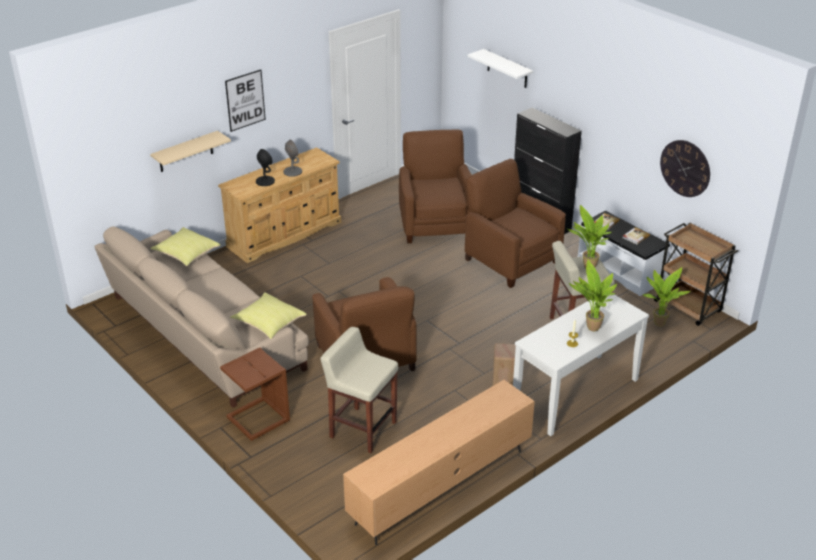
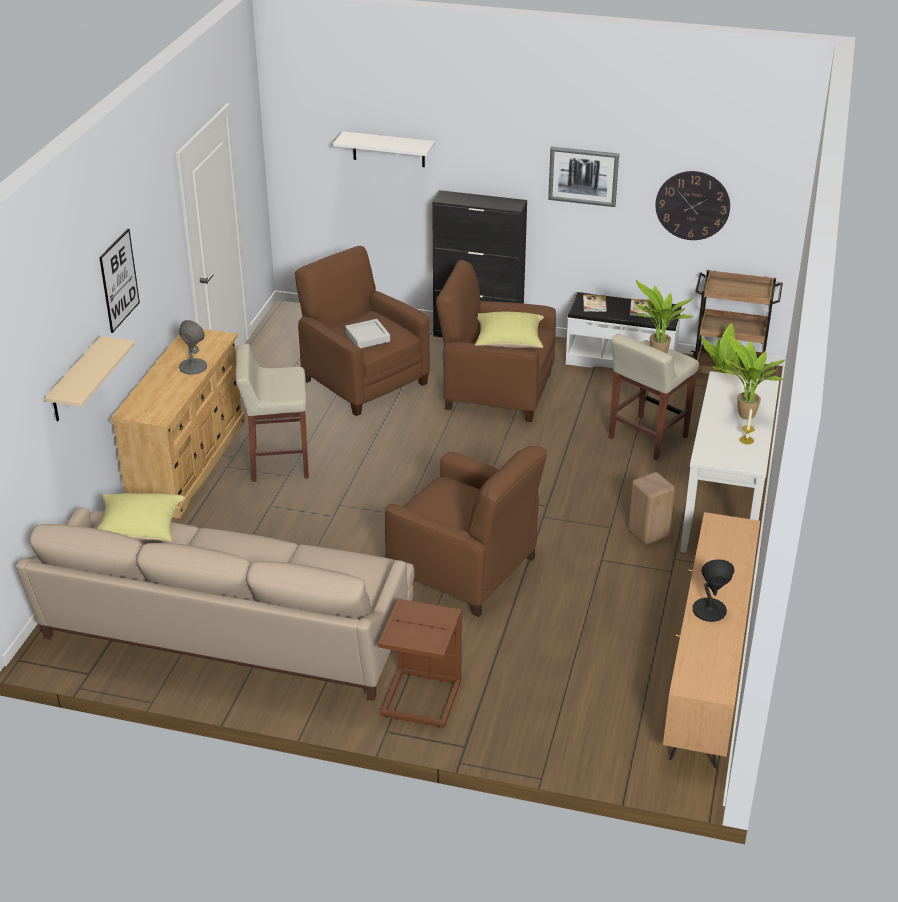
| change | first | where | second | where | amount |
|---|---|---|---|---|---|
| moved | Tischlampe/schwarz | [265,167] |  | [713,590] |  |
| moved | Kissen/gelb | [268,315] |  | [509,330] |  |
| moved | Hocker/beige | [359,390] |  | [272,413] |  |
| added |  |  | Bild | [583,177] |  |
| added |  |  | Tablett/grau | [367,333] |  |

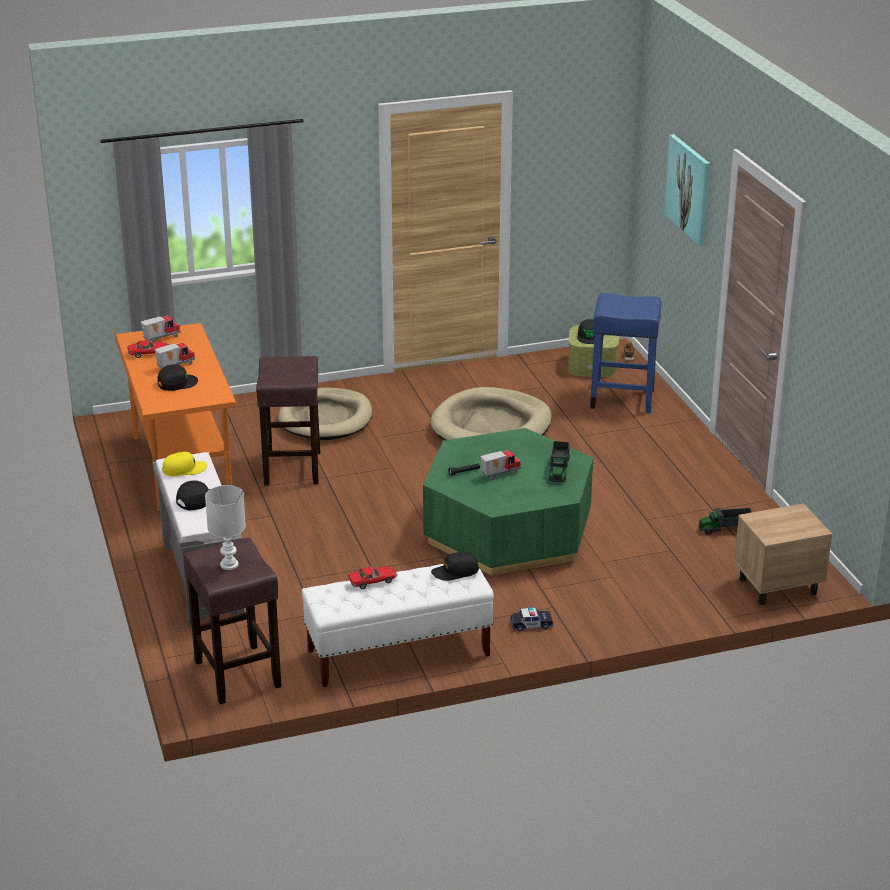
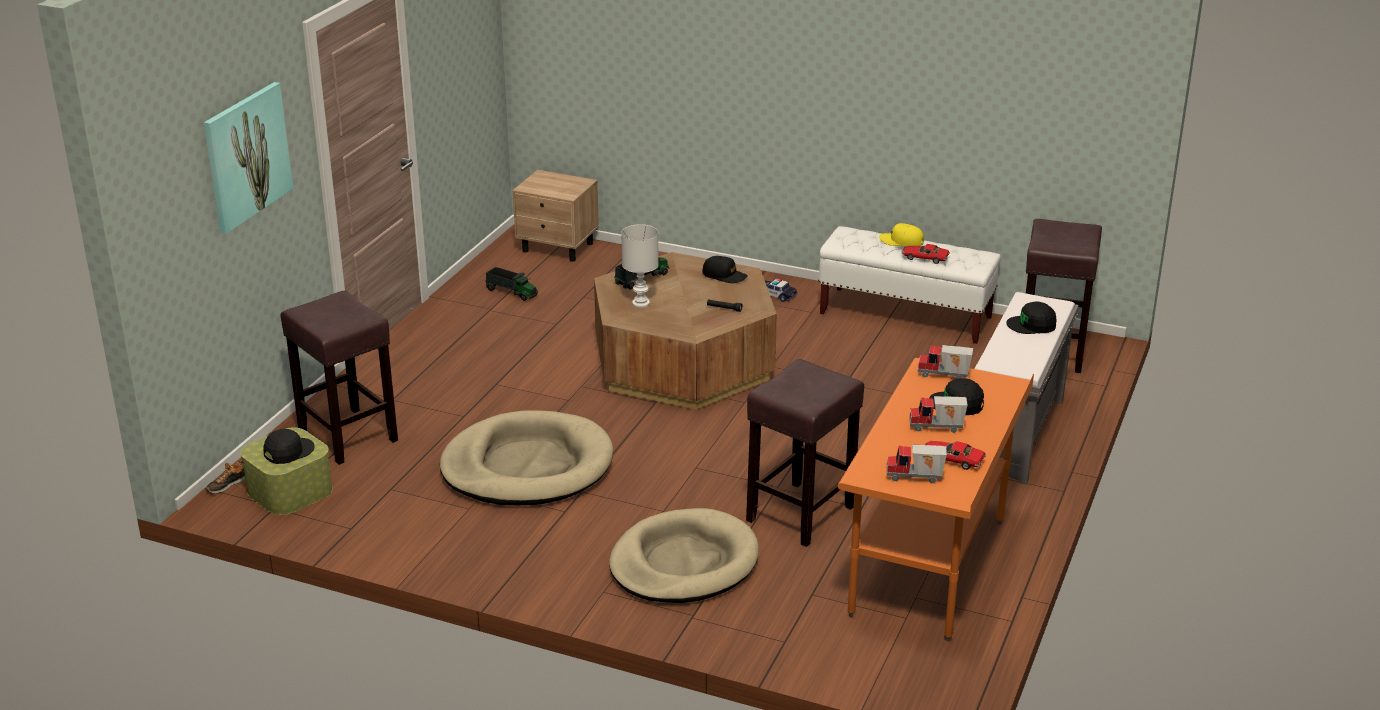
| change | first | where | second | where | amount |
|---|---|---|---|---|---|
| recoloured | Hocker/blau | [625,353] | Hocker/braun | [339,377] |  |
| recoloured | Couchtisch/grün | [508,502] | Couchtisch/braun | [685,331] |  |
| moved | Spielzeuglaster | [500,465] |  | [945,362] |  |
| moved | Kappe/gelb | [185,464] |  | [901,235] |  |
| moved | Tischlampe/weiß | [225,527] |  | [640,266] |  |
| moved | Kappe/schwarz | [455,566] |  | [725,269] |  |

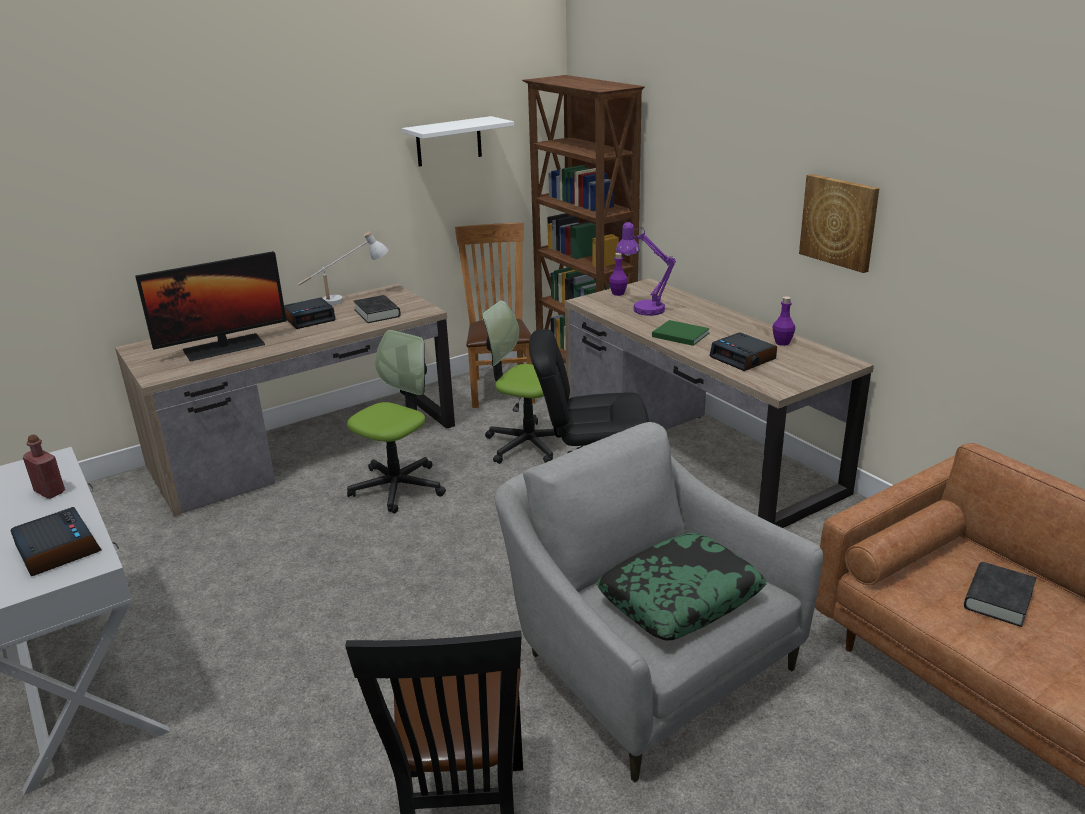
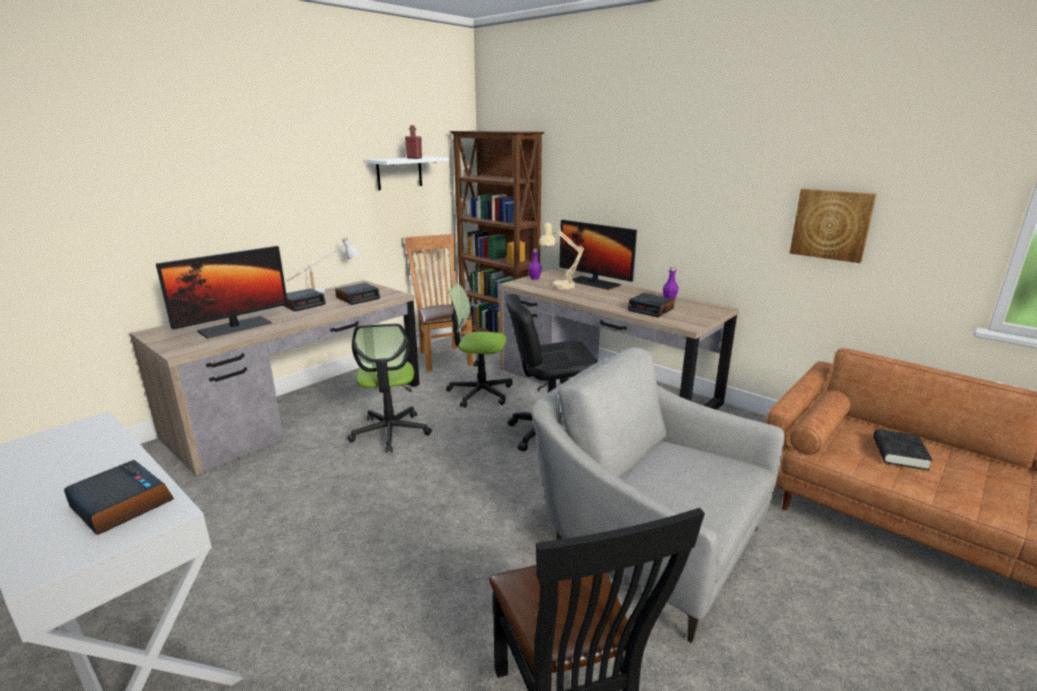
| change | first | where | second | where | amount |
|---|---|---|---|---|---|
| moved | Bild | [839,223] |  | [833,226] |  |
| recoloured | Tischlampe/lila | [646,269] | Tischlampe/beige | [561,256] |  |
| replaced | Buch/schwarz | [377,309] | Wecker | [357,294] |  |
| removed | Buch/grün | [681,333] |  |  |  |
| turned | Bürostuhl | [396,422] |  | [389,388] | 150 degrees clockwise |
| moved | Flasche/rot | [44,466] |  | [413,142] |  |
| removed | Kissen | [681,586] |  |  |  |
| added |  |  | Monitor | [598,255] |  |

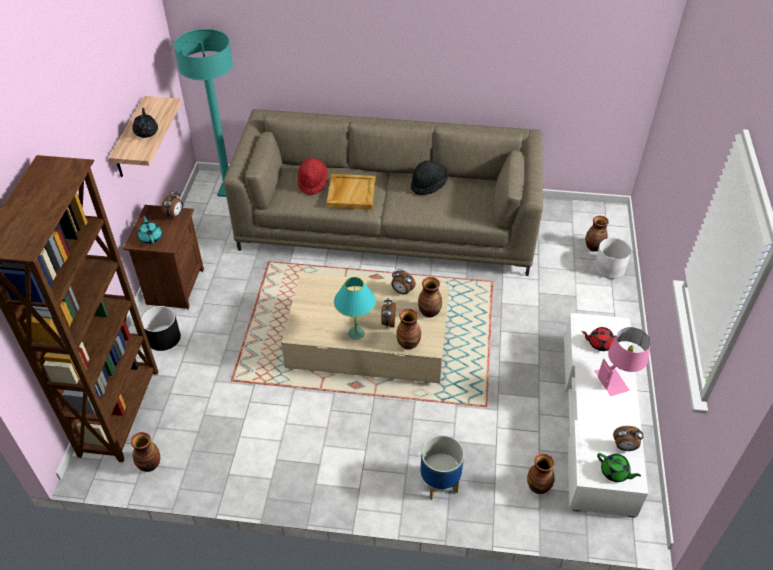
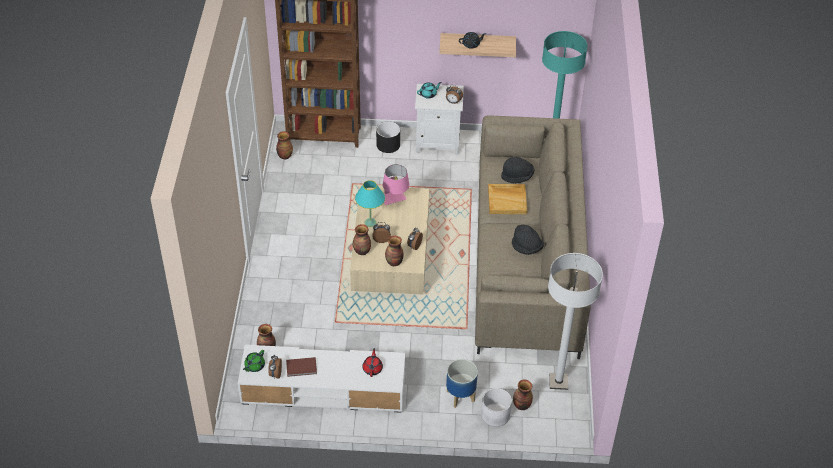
| change | first | where | second | where | amount |
|---|---|---|---|---|---|
| recoloured | Hut/rot | [313,176] | Hut/schwarz | [517,170] |  |
| recoloured | Nachttisch/braun | [163,257] | Nachttisch/weiß | [439,119] |  |
| moved | Tischlampe/rosa | [622,361] |  | [396,184] |  |
| moved | Pflanzkübel | [442,467] |  | [462,383] |  |
| added |  |  | Stehlampe/weiß | [575,321] |  |
| added |  |  | Buch/braun | [301,367] |  |

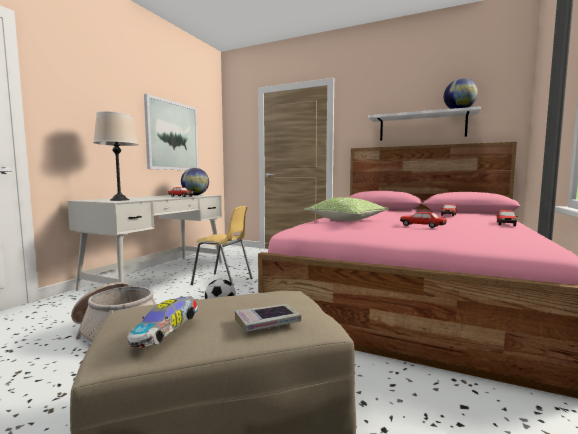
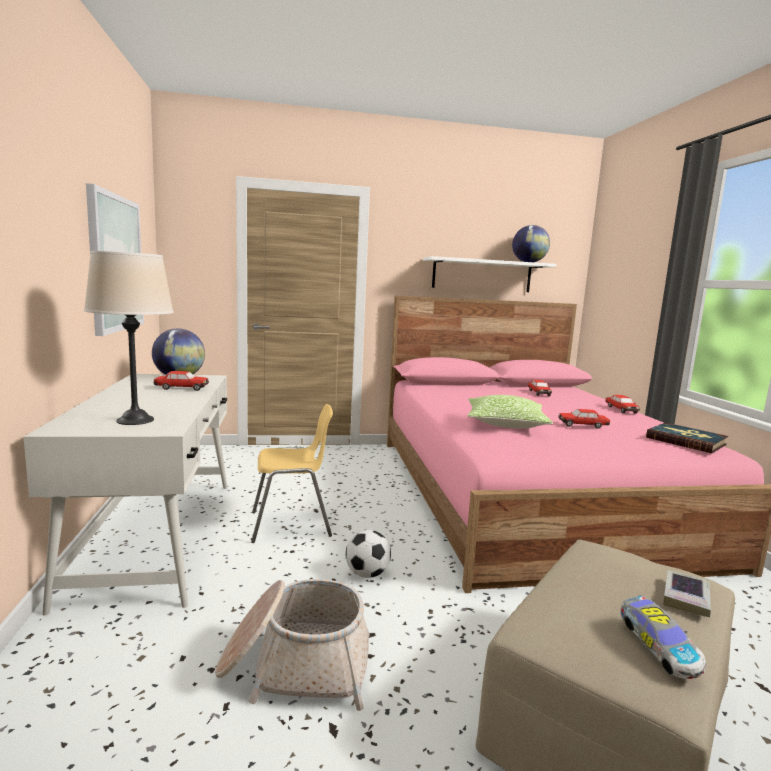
| change | first | where | second | where | amount |
|---|---|---|---|---|---|
| added |  |  | Buch | [687,438] |  |

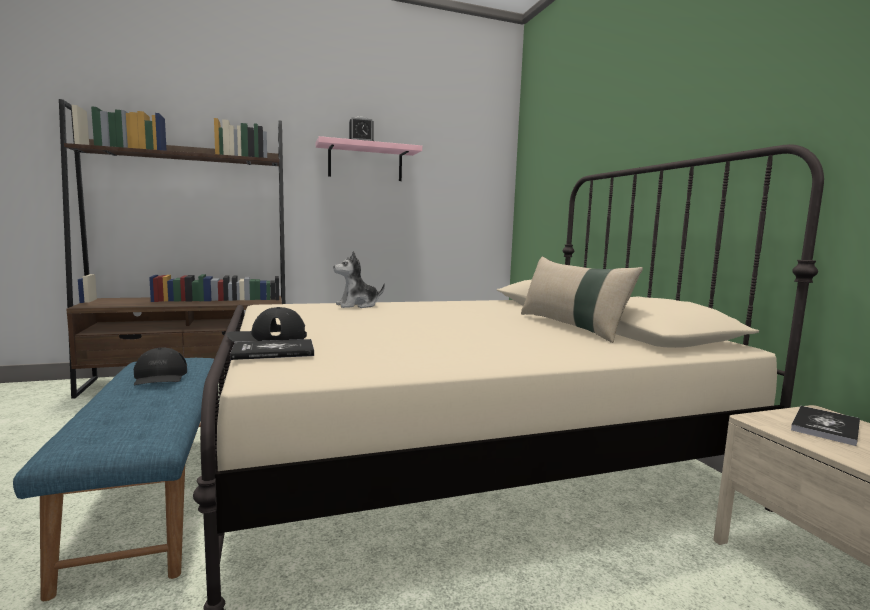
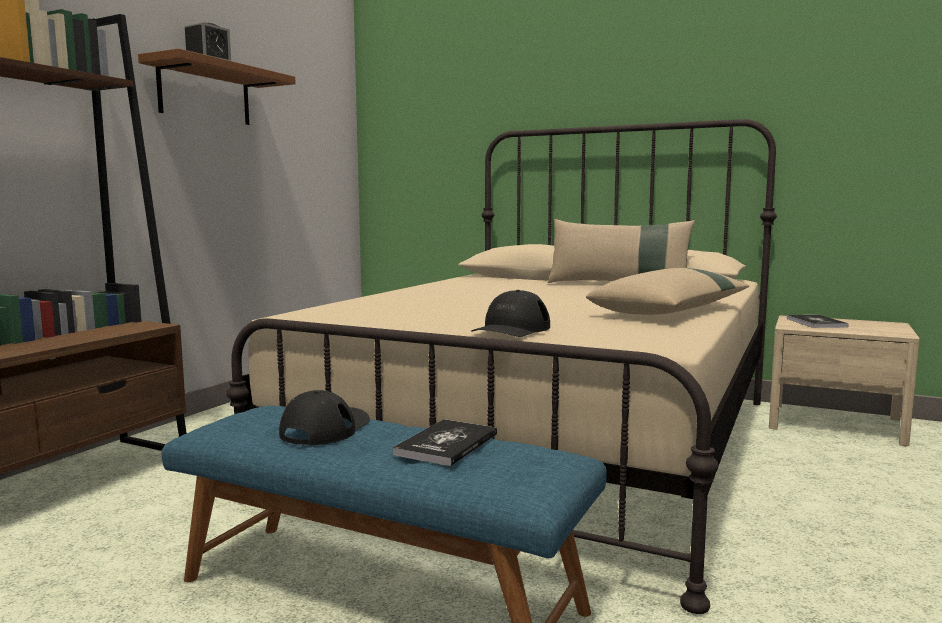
| change | first | where | second | where | amount |
|---|---|---|---|---|---|
| recoloured | Wandregal/rosa | [369,158] | Wandregal/braun | [217,86] |  |
| removed | Plüschtier | [359,279] |  |  |  |
| moved | Buch | [272,349] |  | [444,442] |  |
| turned | Kappe/schwarz | [160,366] |  | [324,417] | 90 degrees counterclockwise |
| added |  |  | Kissen/beige | [667,291] |  |

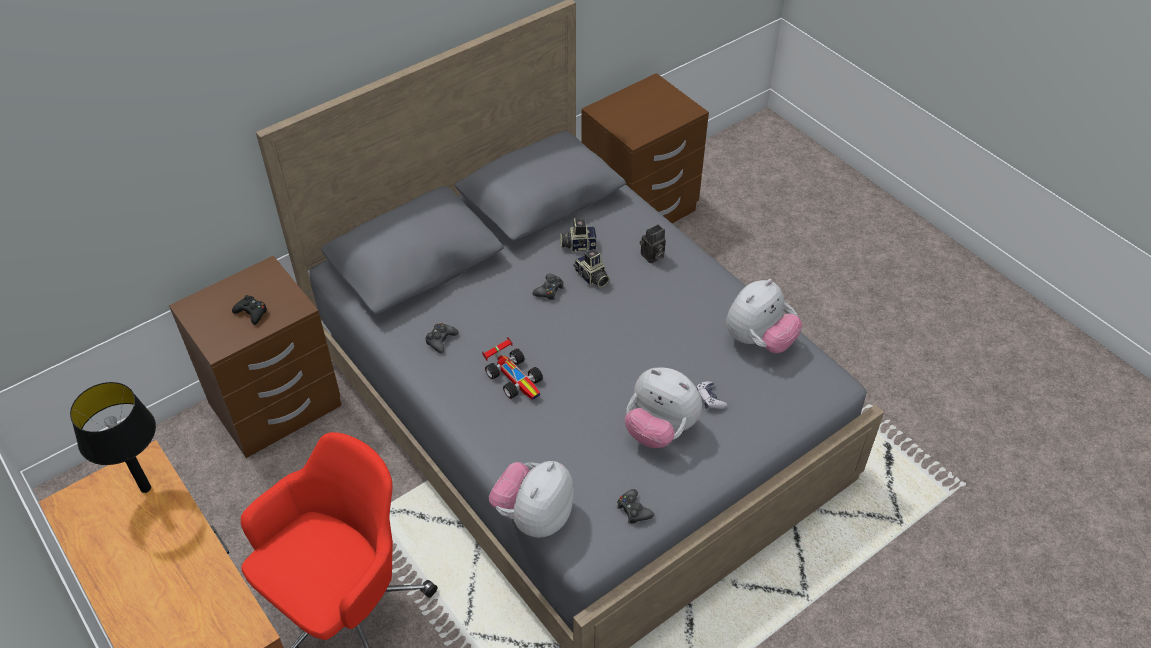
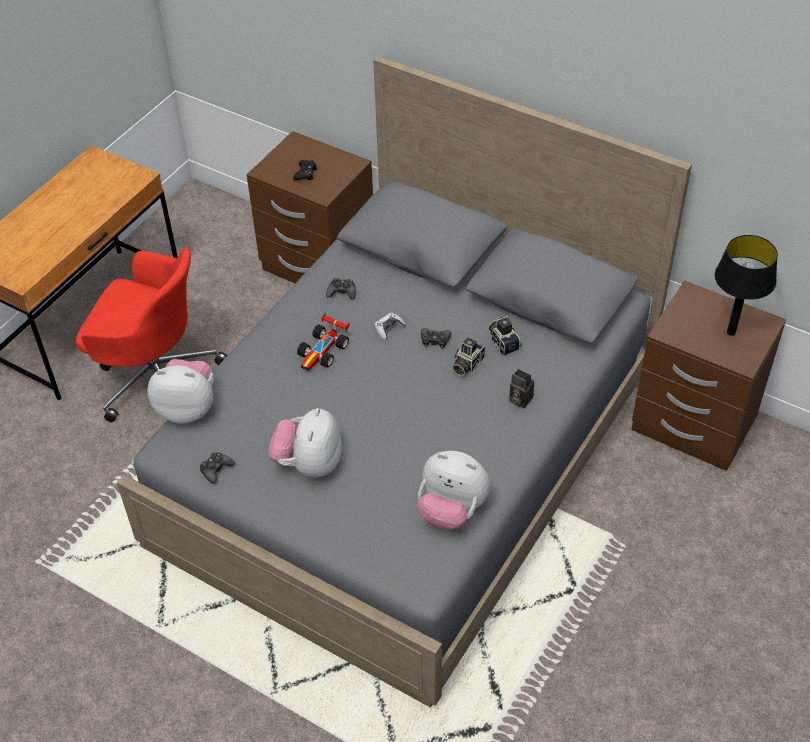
| change | first | where | second | where | amount |
|---|---|---|---|---|---|
| moved | Gamepad | [711,395] |  | [390,326] |  |
| moved | Tischlampe/schwarz | [113,437] |  | [746,285] |  |

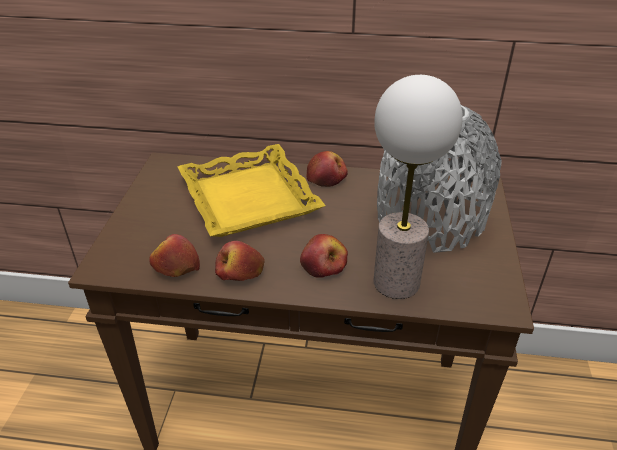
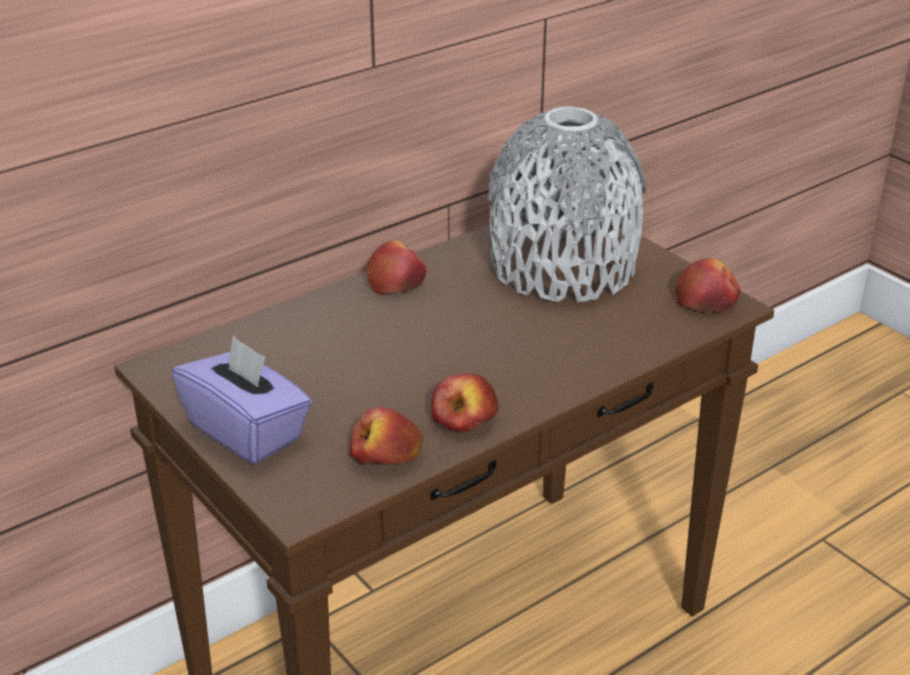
| change | first | where | second | where | amount |
|---|---|---|---|---|---|
| removed | Tischlampe | [418,187] |  |  |  |
| removed | Tablett/gelb | [252,190] |  |  |  |
| moved | Apfel | [324,256] |  | [708,285] |  |
| added |  |  | Taschentuchbox/lila | [242,399] |  |

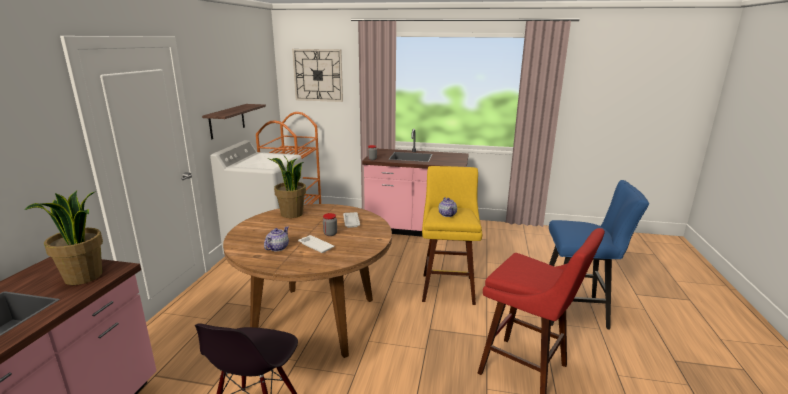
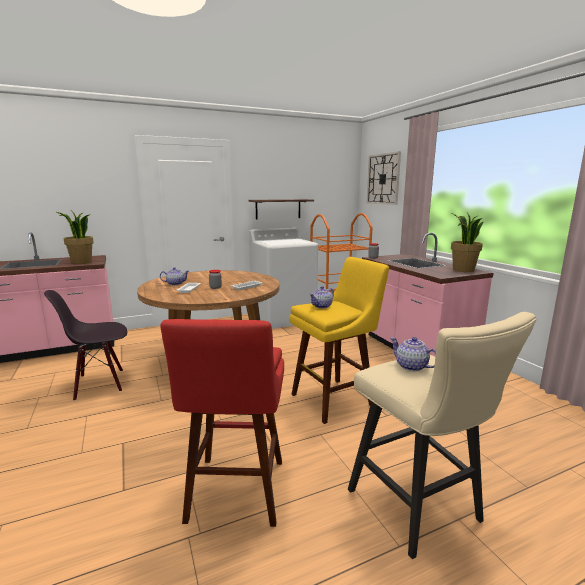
| change | first | where | second | where | amount |
|---|---|---|---|---|---|
| moved | Topfpflanze | [287,187] |  | [467,242] |  |
| recoloured | Hocker/blau | [599,254] | Hocker/beige | [442,435] |  |
| added |  |  | Teekanne | [413,354] |  |

